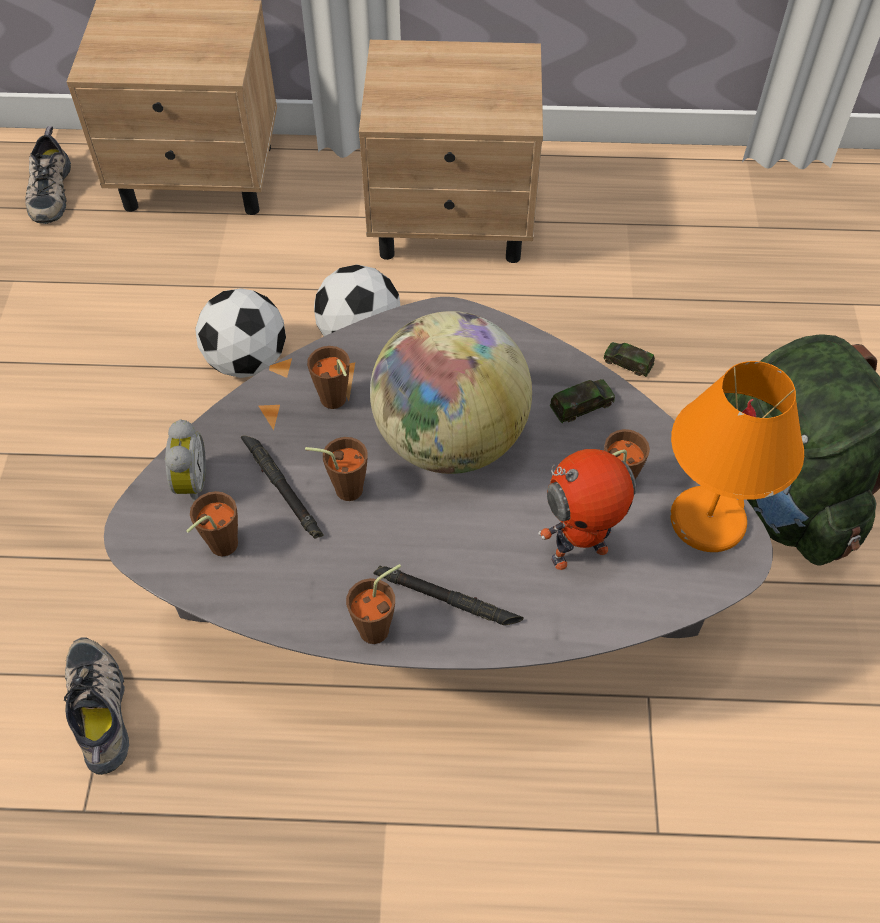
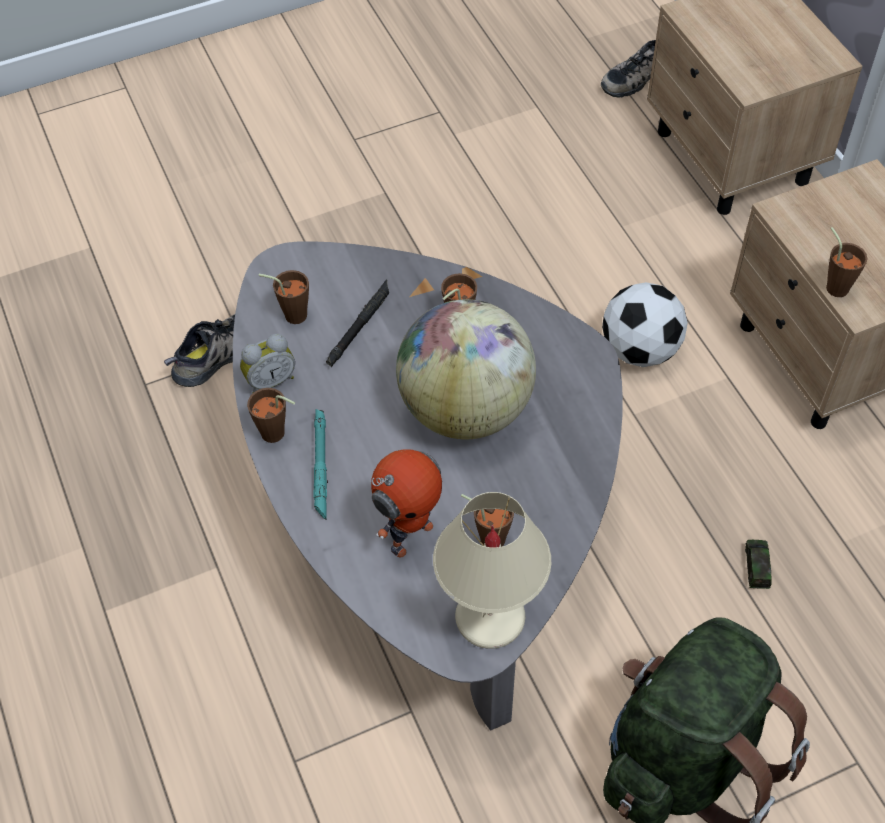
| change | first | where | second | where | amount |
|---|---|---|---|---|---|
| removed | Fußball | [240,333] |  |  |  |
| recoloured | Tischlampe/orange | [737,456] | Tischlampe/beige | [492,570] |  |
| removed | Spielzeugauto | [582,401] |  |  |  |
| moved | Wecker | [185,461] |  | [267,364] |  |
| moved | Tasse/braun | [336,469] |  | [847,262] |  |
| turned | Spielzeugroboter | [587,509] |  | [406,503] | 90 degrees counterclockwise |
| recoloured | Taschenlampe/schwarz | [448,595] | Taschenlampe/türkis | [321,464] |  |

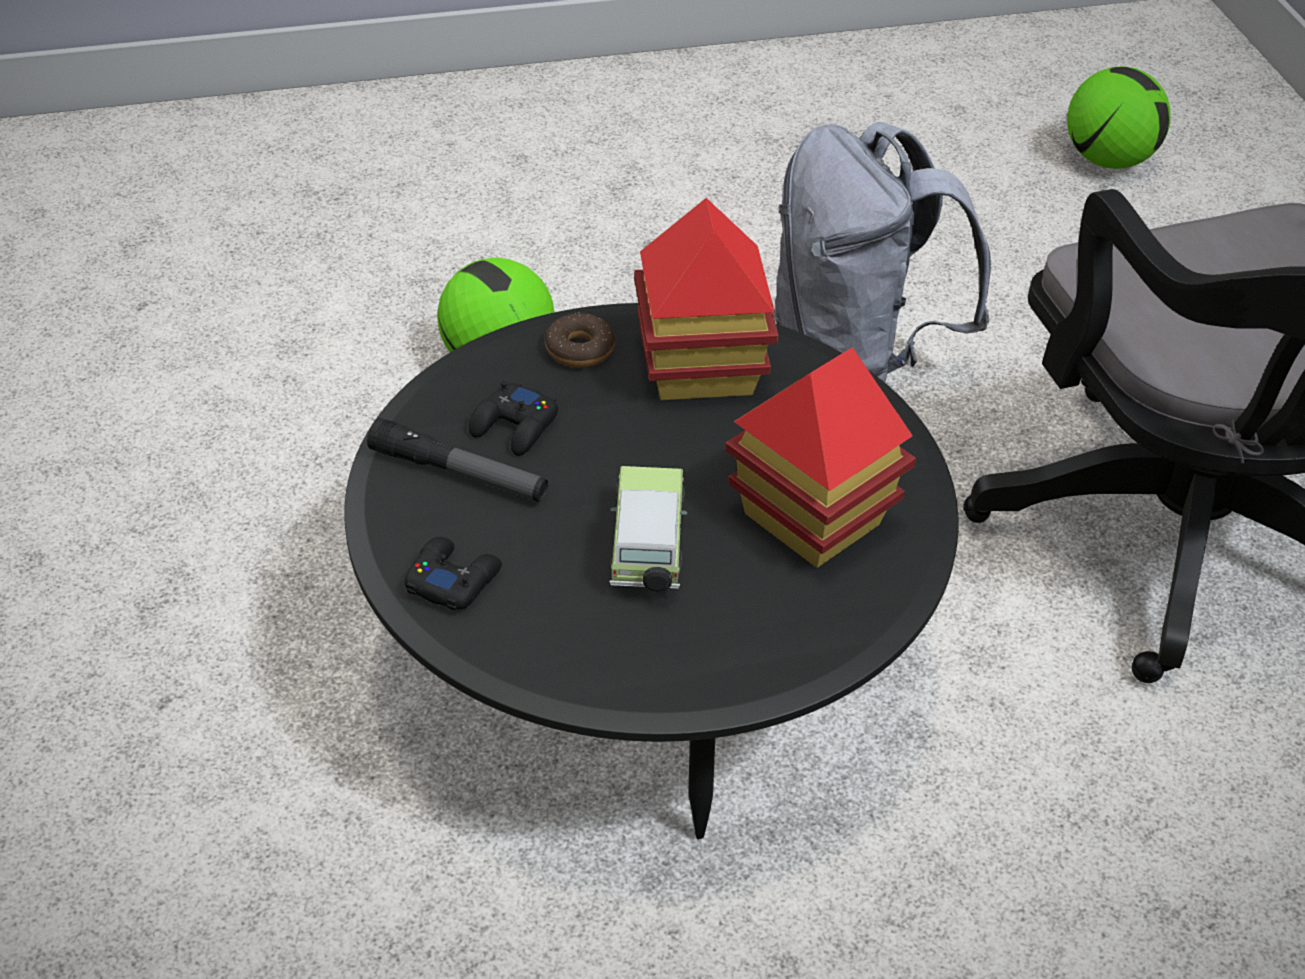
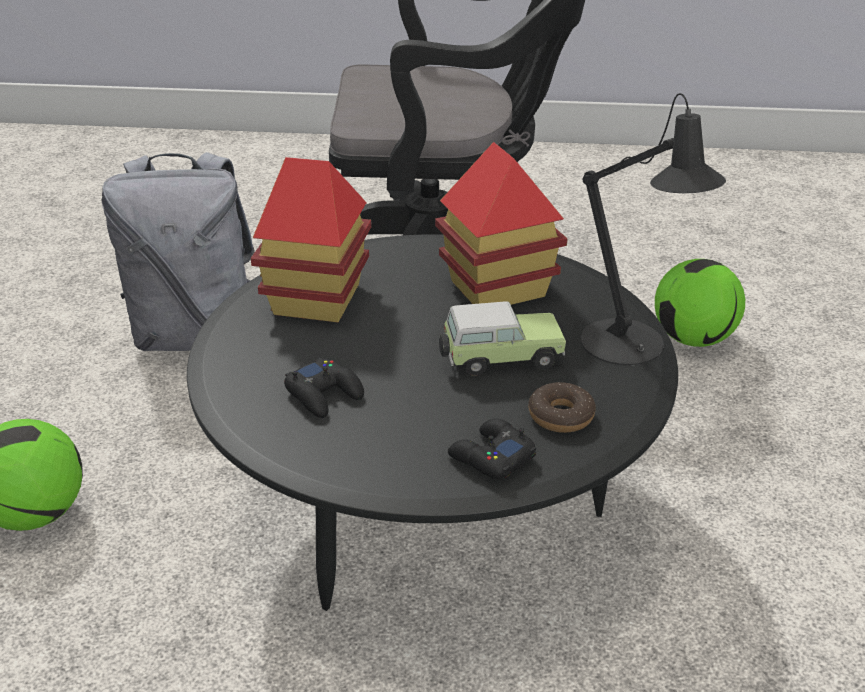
| change | first | where | second | where | amount |
|---|---|---|---|---|---|
| moved | Fußball | [1119,117] |  | [700,303] |  |
| moved | Donut | [580,340] |  | [562,407] |  |
| removed | Taschenlampe | [457,460] |  |  |  |
| turned | Spielzeugauto | [648,529] |  | [502,338] | 150 degrees clockwise |
| added |  |  | Tischlampe/schwarz | [653,229] |  |

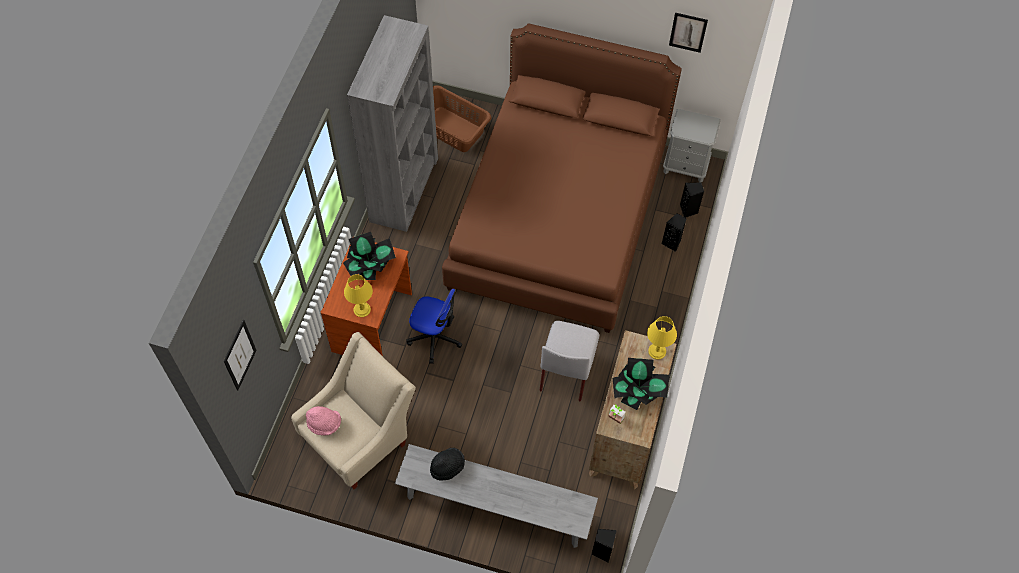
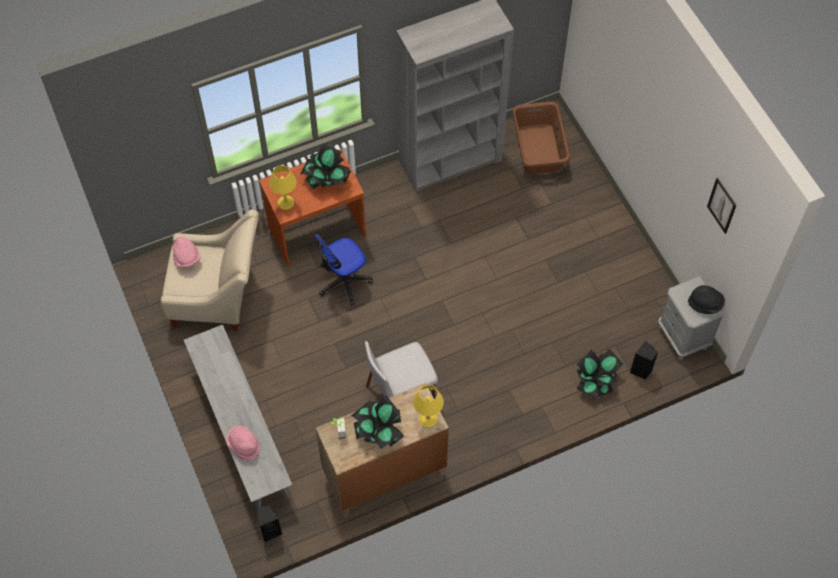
| change | first | where | second | where | amount |
|---|---|---|---|---|---|
| removed | Bett/braun | [562,178] |  |  |  |
| replaced | Lautsprecher/schwarz | [674,232] | Topfpflanze | [600,374] |  |
| turned | Bürostuhl | [434,326] |  | [344,269] | 75 degrees clockwise |
| removed | Bild | [240,355] |  |  |  |
| moved | Hut/schwarz | [447,464] |  | [706,299] |  |
| added |  |  | Hut/rosa | [243,443] |  |

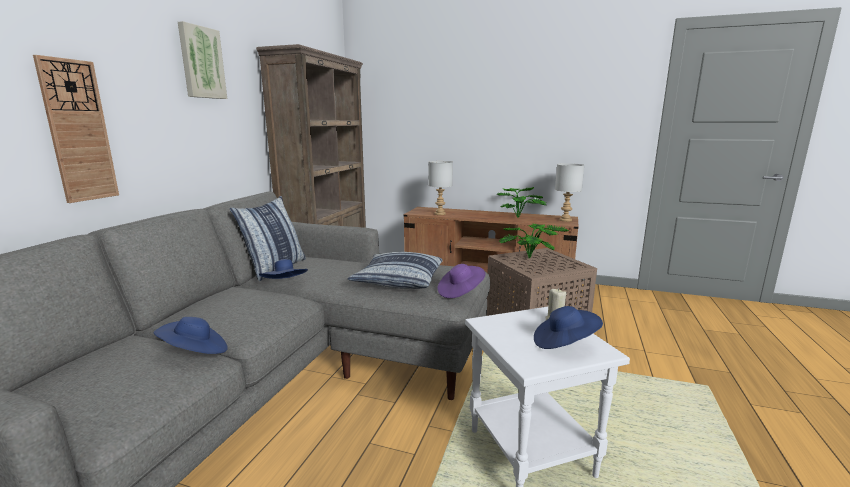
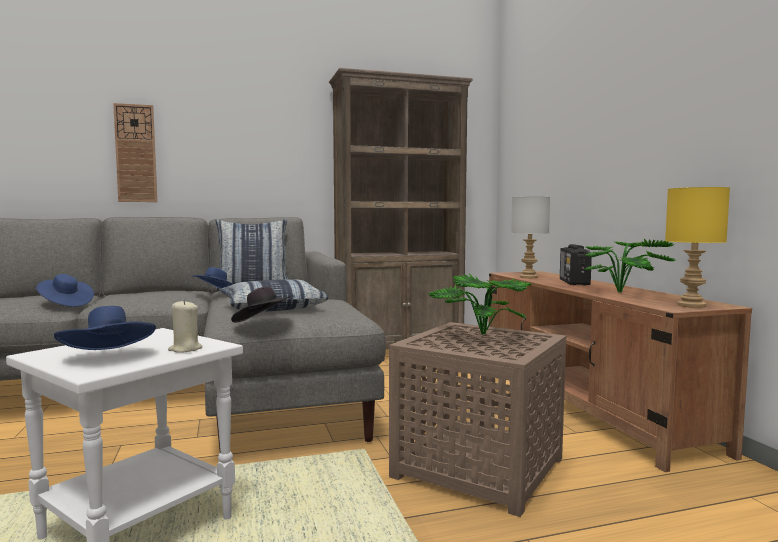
| change | first | where | second | where | amount |
|---|---|---|---|---|---|
| removed | Bild | [202,60] |  |  |  |
| recoloured | Tischlampe/grau | [569,192] | Tischlampe/gelb | [697,247] |  |
| recoloured | Hut/lila | [462,281] | Hut/schwarz | [261,305] |  |
| added |  |  | Radio | [576,265] |  |

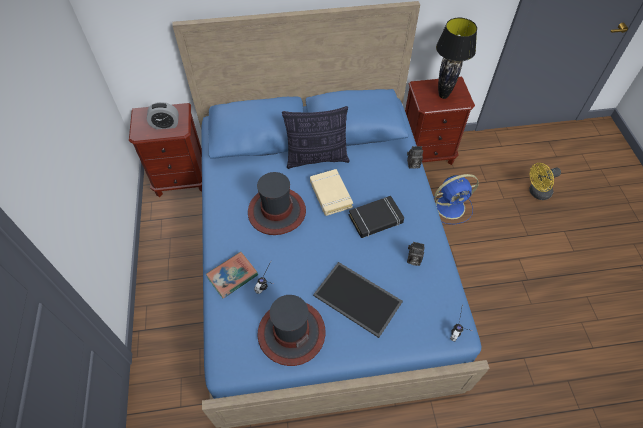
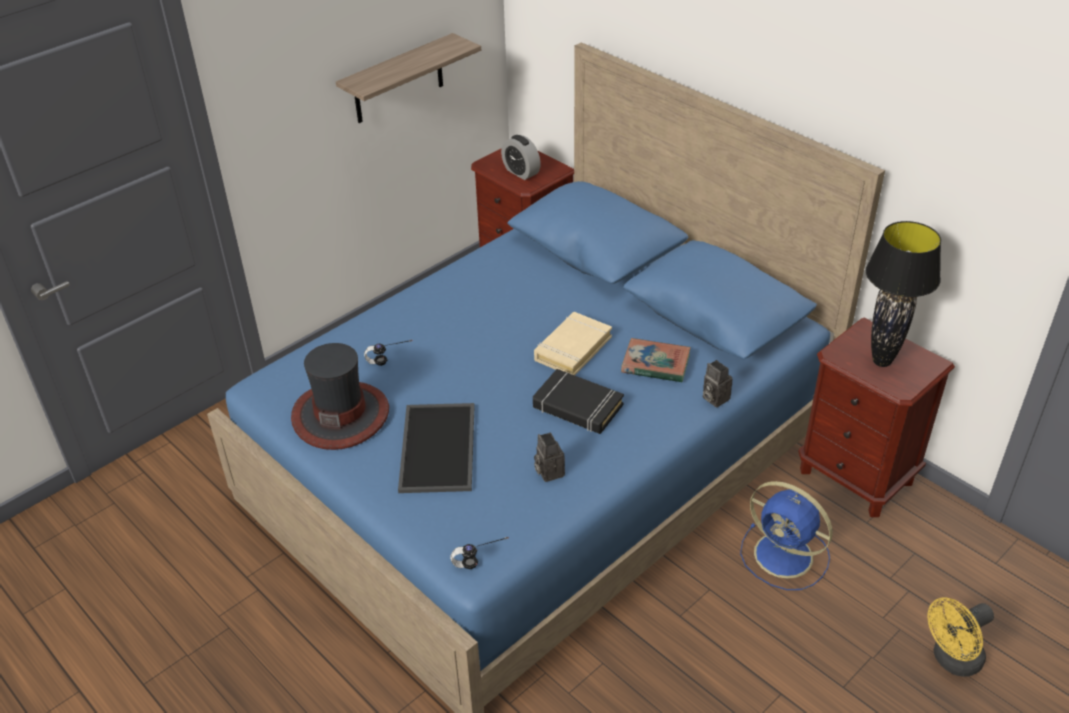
| change | first | where | second | where | amount |
|---|---|---|---|---|---|
| removed | Kissen | [316,137] |  |  |  |
| turned | Ventilator/gelb | [545,181] |  | [961,637] | 60 degrees counterclockwise |
| removed | Hut | [277,203] |  |  |  |
| moved | Buch | [232,275] |  | [656,360] |  |
| added |  |  | Wandregal | [408,78] |  |

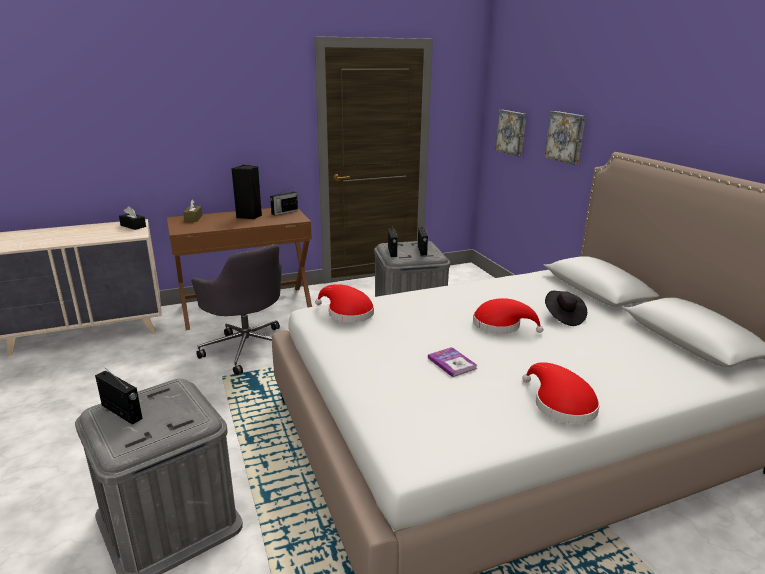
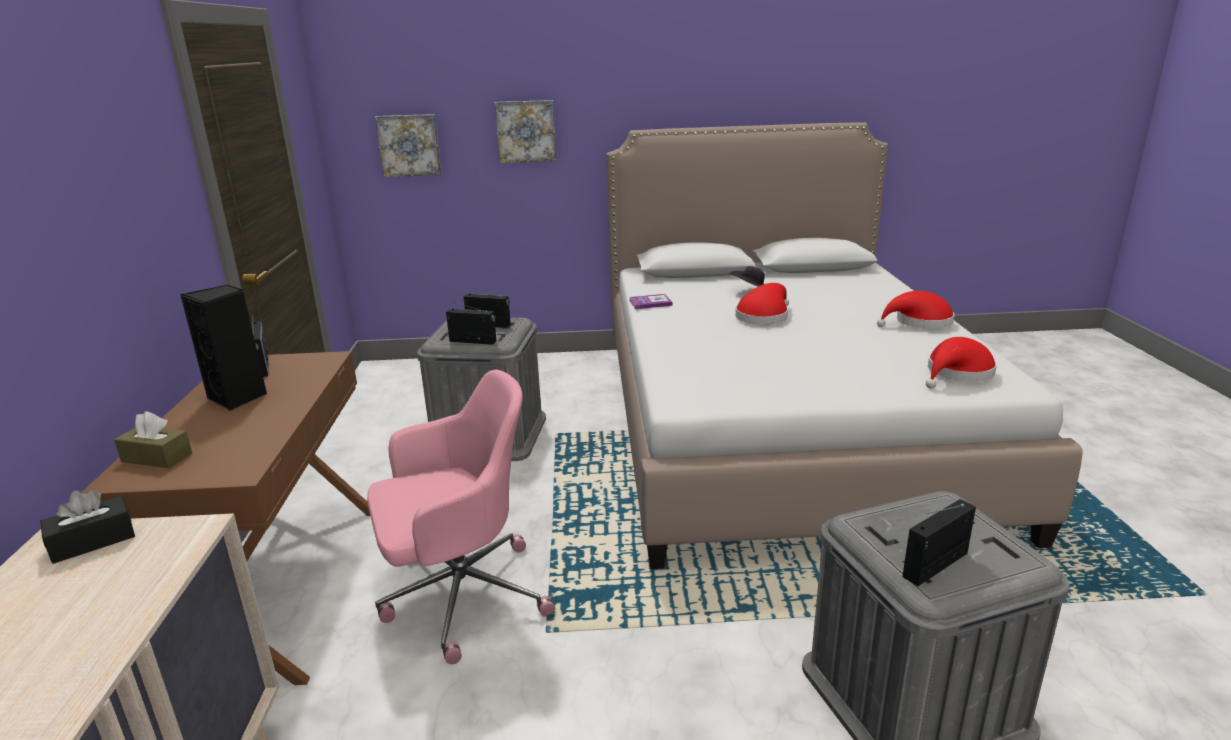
| change | first | where | second | where | amount |
|---|---|---|---|---|---|
| recoloured | Bürostuhl/grau | [236,309] | Bürostuhl/rosa | [461,517] |  |
| moved | Hut/rot | [344,303] |  | [961,362] |  |
| moved | Buch | [452,362] |  | [650,301] |  |

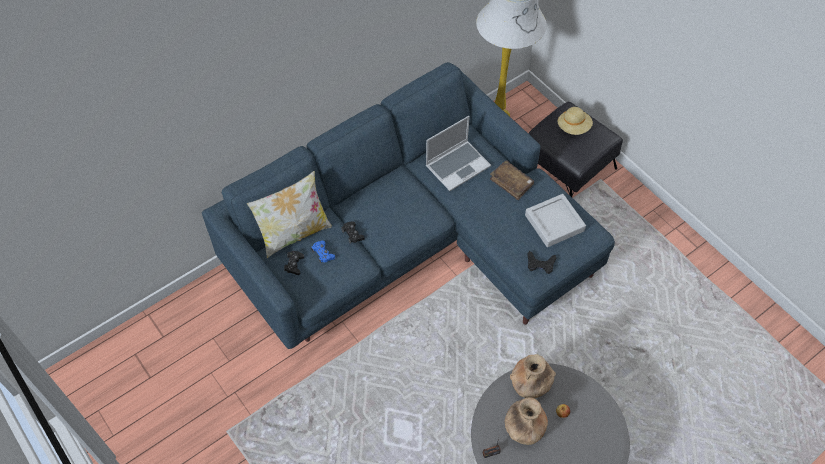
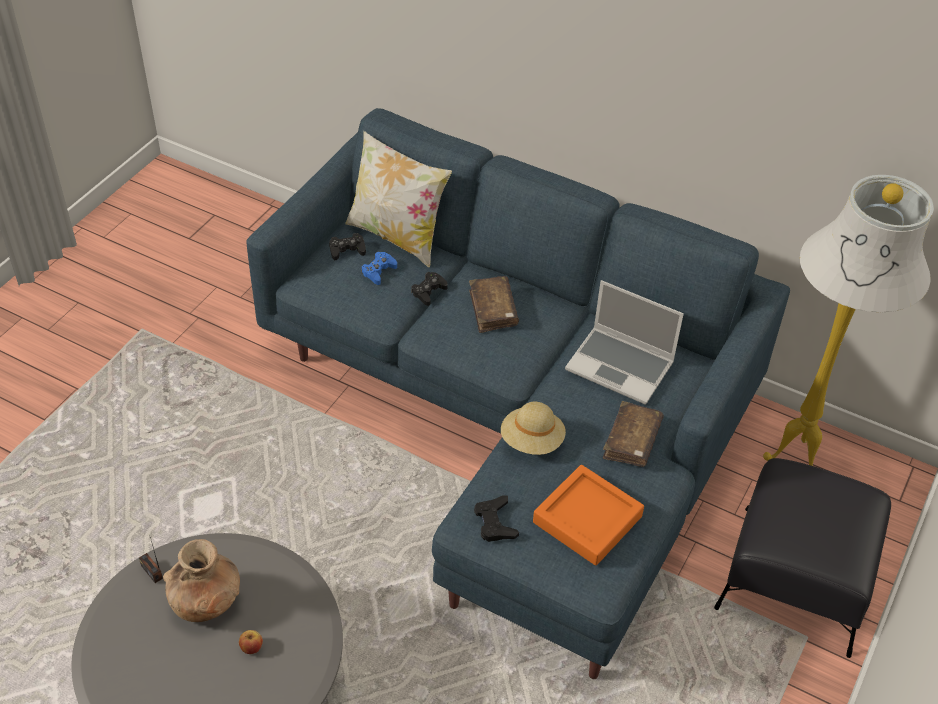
| change | first | where | second | where | amount |
|---|---|---|---|---|---|
| moved | Hut/beige | [575,121] |  | [533,428] |  |
| recoloured | Tablett/grau | [555,220] | Tablett/orange | [588,515] |  |
| removed | Vase/braun | [533,376] |  |  |  |
| added |  |  | Buch/braun | [494,304] |  |

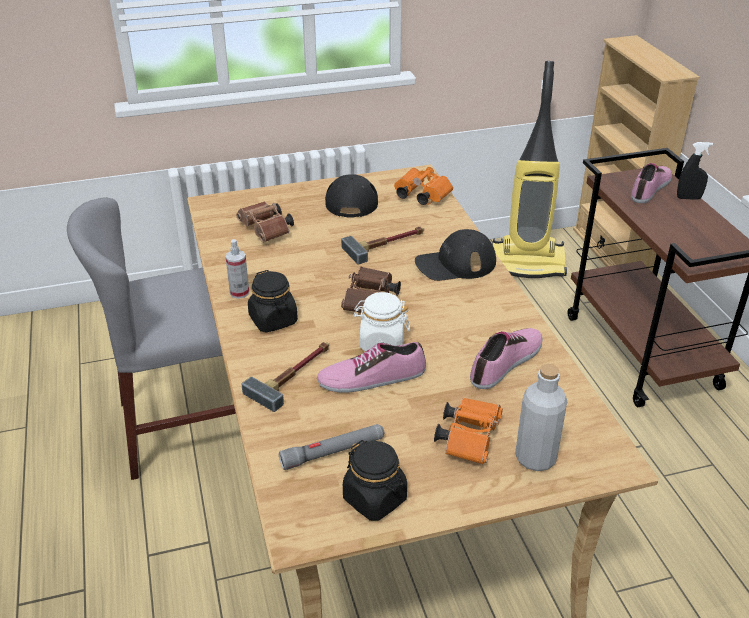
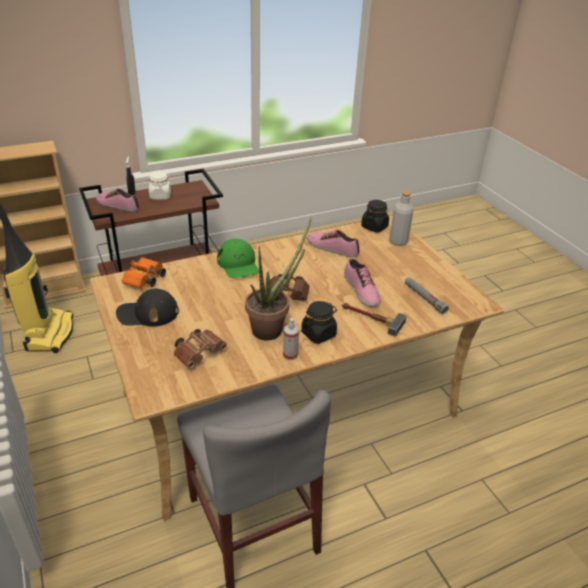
| change | first | where | second | where | amount |
|---|---|---|---|---|---|
| removed | Hammer | [382,246] |  |  |  |
| recoloured | Kappe/schwarz | [455,255] | Kappe/grün | [238,258] |  |
| moved | Vorratsglas/weiß | [381,321] |  | [160,185] |  |
| removed | Fernglas/orange | [468,430] |  |  |  |
| moved | Vorratsglas/schwarz | [375,480] |  | [375,216] |  |
| added |  |  | Topfpflanze | [278,278] |  |

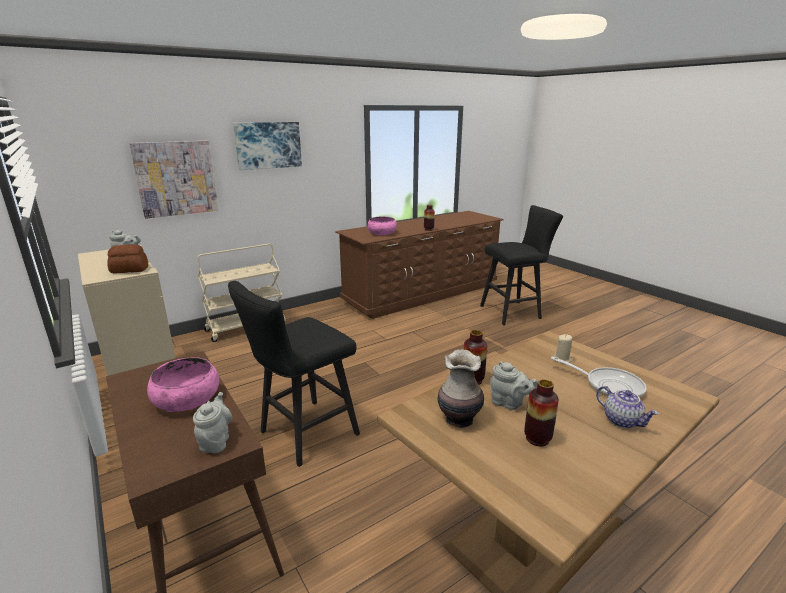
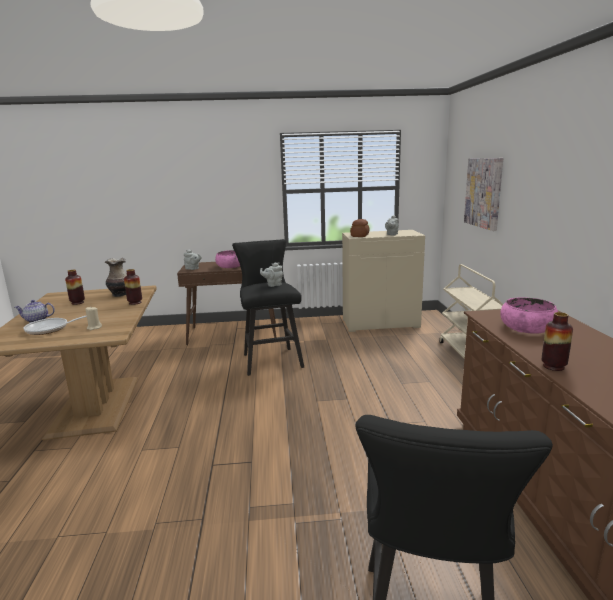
| change | first | where | second | where | amount |
|---|---|---|---|---|---|
| removed | Bild | [267,146] |  |  |  |
| moved | Teekanne/grau | [514,385] |  | [271,274] |  |

